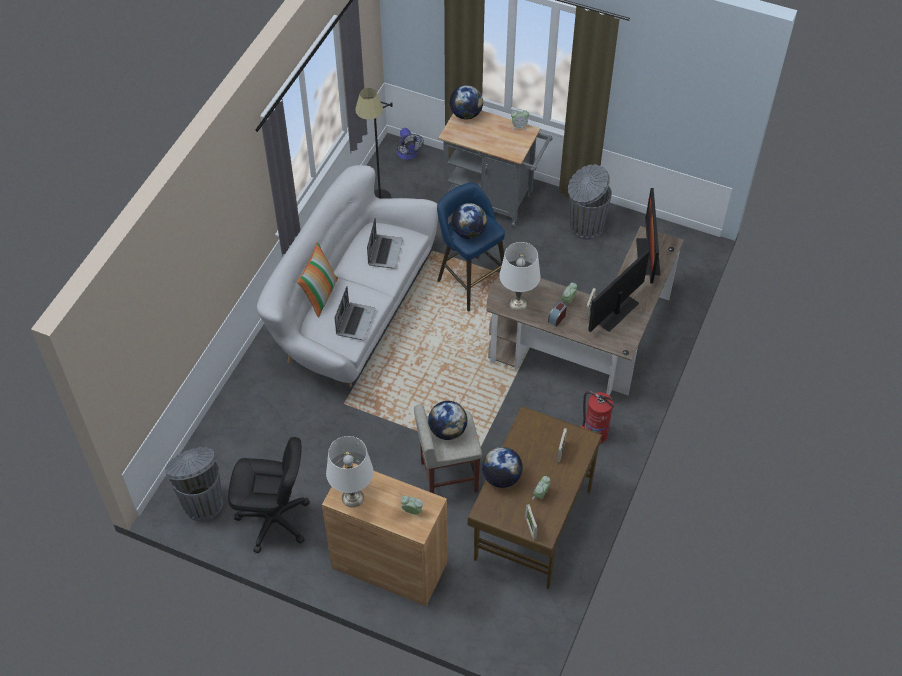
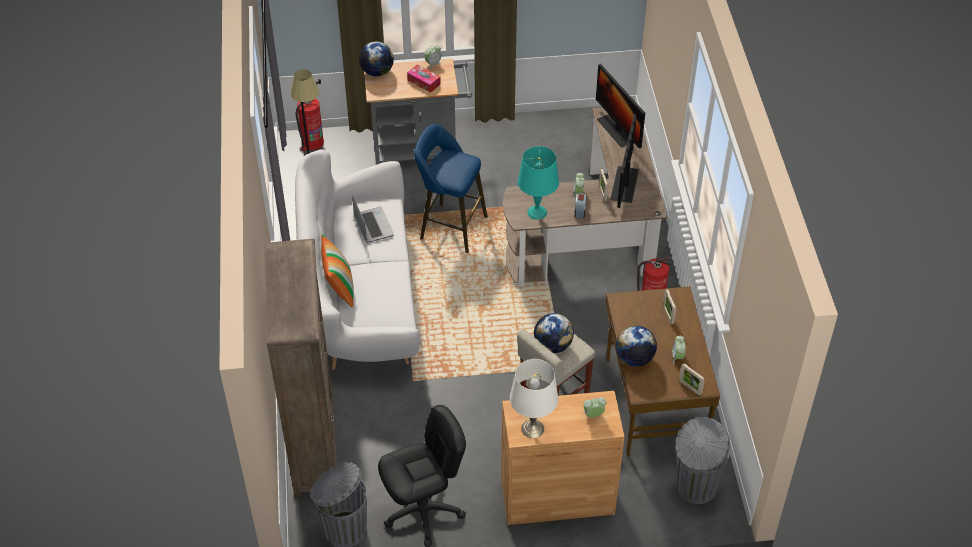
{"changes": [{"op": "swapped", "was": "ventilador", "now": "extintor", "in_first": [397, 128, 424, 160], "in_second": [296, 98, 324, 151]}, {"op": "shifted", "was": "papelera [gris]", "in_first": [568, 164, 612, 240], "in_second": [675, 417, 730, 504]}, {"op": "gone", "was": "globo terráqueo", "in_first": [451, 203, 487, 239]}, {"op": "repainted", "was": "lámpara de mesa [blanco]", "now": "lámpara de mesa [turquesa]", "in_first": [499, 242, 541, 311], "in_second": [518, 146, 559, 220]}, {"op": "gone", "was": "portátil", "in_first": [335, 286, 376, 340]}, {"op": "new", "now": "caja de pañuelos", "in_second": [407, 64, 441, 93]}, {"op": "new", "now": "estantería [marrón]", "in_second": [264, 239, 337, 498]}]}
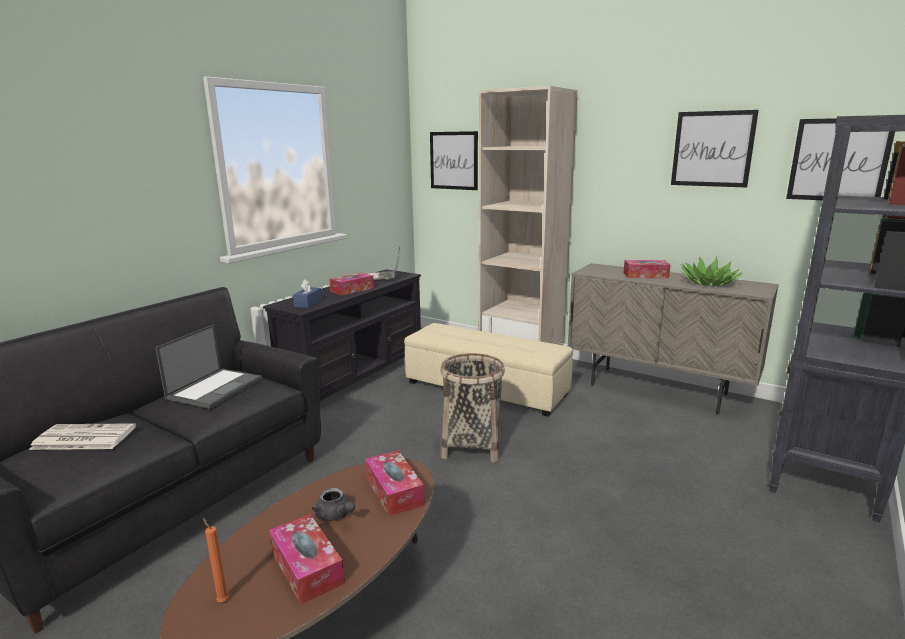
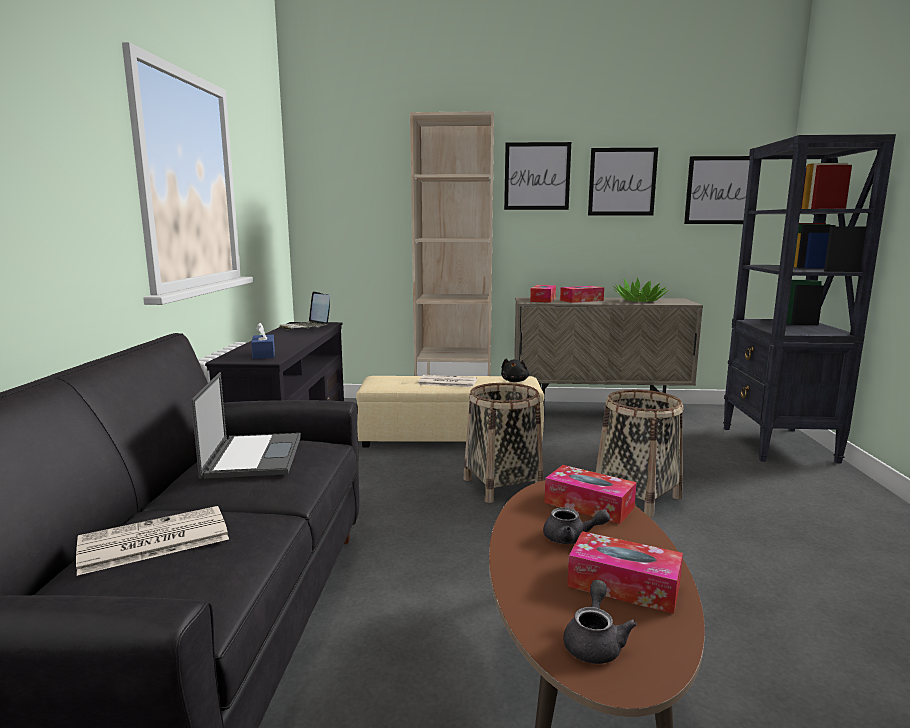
{"changes": [{"op": "shifted", "was": "cuadro", "in_first": [430, 131, 478, 190], "in_second": [504, 142, 571, 210]}, {"op": "shifted", "was": "caja de pañuelos", "in_first": [329, 272, 374, 296], "in_second": [530, 285, 556, 303]}, {"op": "swapped", "was": "vela [naranja]", "now": "tetera [gris]", "in_first": [202, 517, 229, 602], "in_second": [563, 580, 637, 664]}, {"op": "new", "now": "peluche [negro]", "in_second": [501, 359, 530, 382]}, {"op": "new", "now": "periódico", "in_second": [418, 375, 477, 387]}, {"op": "new", "now": "cesta", "in_second": [596, 390, 683, 518]}]}
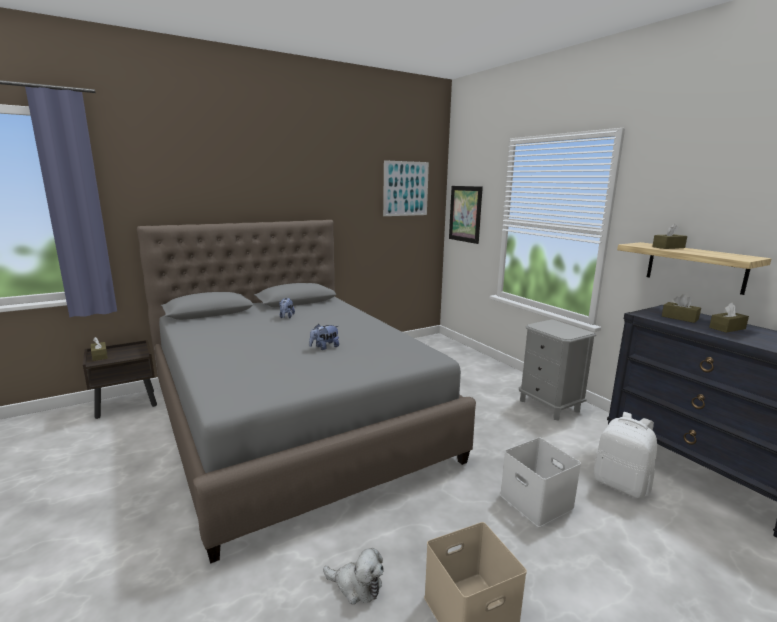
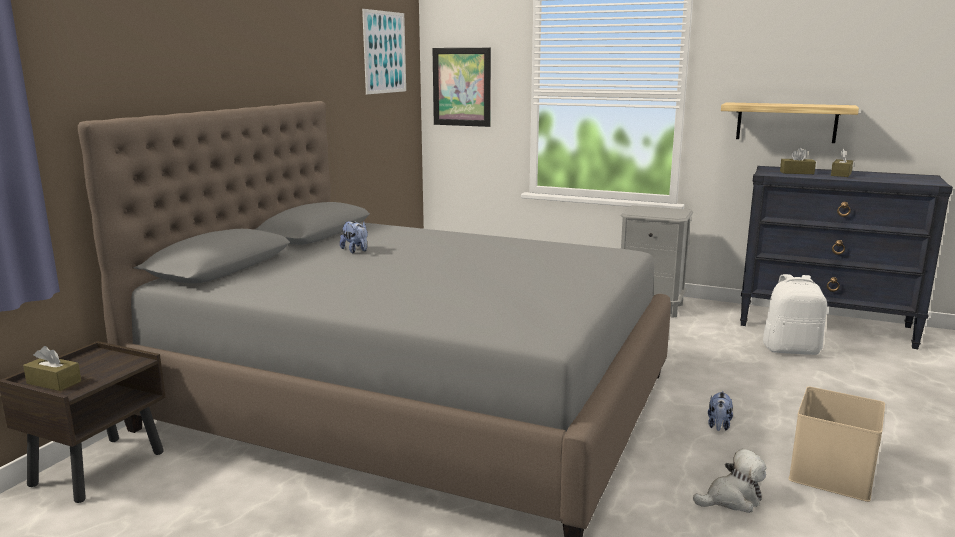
{"changes": [{"op": "gone", "was": "caja de pañuelos [marrón]", "in_first": [652, 224, 687, 249]}, {"op": "shifted", "was": "peluche", "in_first": [309, 324, 339, 350], "in_second": [708, 391, 733, 431]}, {"op": "gone", "was": "caja de almacenaje [blanco]", "in_first": [500, 438, 581, 527]}]}
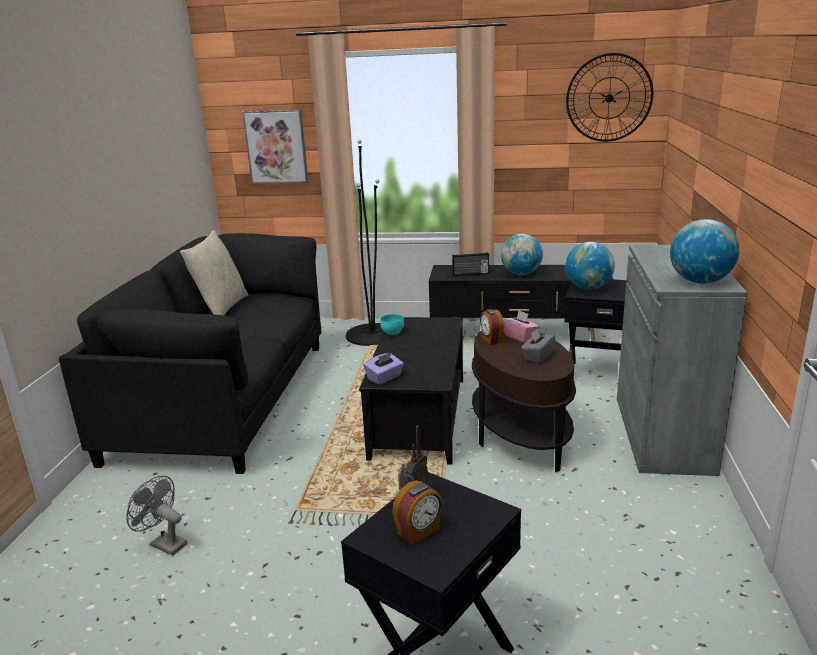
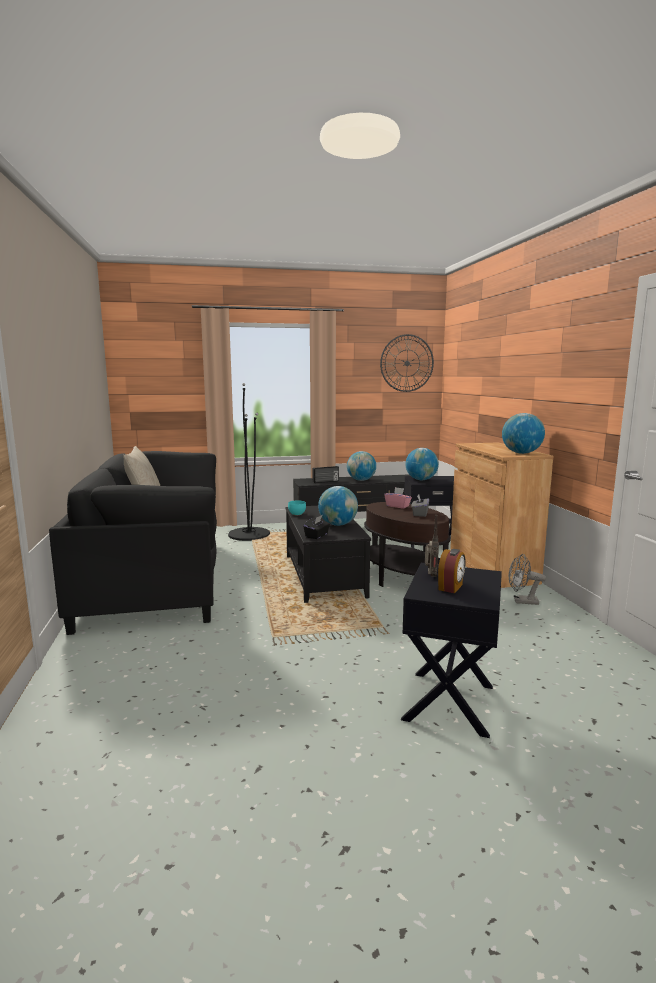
{"changes": [{"op": "gone", "was": "cuadro", "in_first": [242, 109, 308, 184]}, {"op": "repainted", "was": "armario [gris]", "now": "armario [marrón]", "in_first": [617, 245, 747, 476], "in_second": [450, 442, 553, 588]}, {"op": "gone", "was": "despertador", "in_first": [480, 309, 504, 345]}, {"op": "repainted", "was": "caja de pañuelos [morado]", "now": "caja de pañuelos [negro]", "in_first": [363, 352, 404, 385], "in_second": [303, 515, 330, 539]}, {"op": "shifted", "was": "ventilador [gris]", "in_first": [126, 475, 188, 556], "in_second": [509, 554, 546, 605]}, {"op": "new", "now": "globo terráqueo", "in_second": [318, 486, 358, 526]}]}
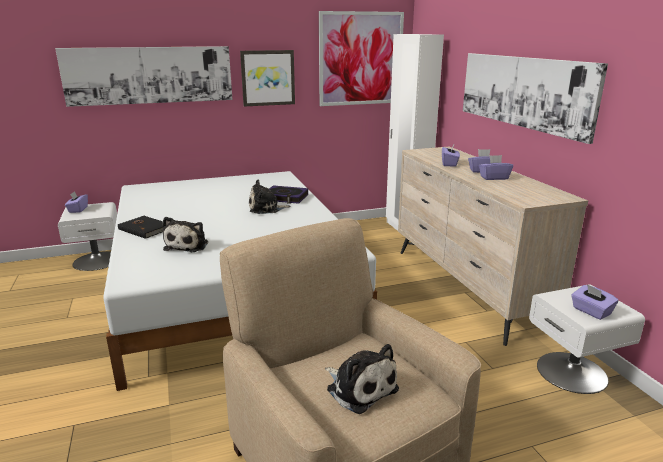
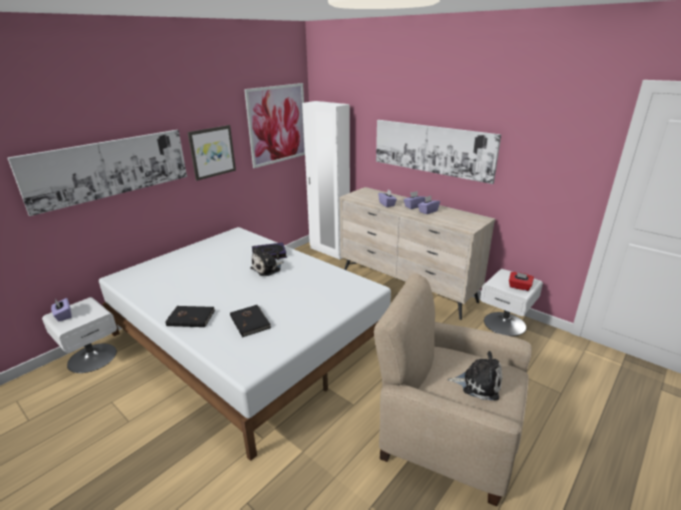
{"changes": [{"op": "swapped", "was": "peluche", "now": "libro [negro]", "in_first": [163, 217, 208, 252], "in_second": [230, 305, 271, 337]}, {"op": "repainted", "was": "caja de pañuelos [morado]", "now": "caja de pañuelos [rojo]", "in_first": [571, 284, 618, 320], "in_second": [509, 272, 534, 291]}]}
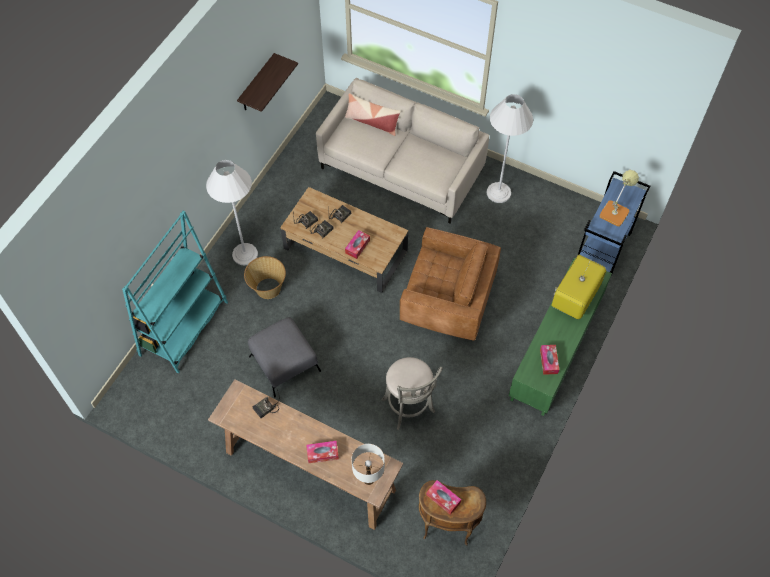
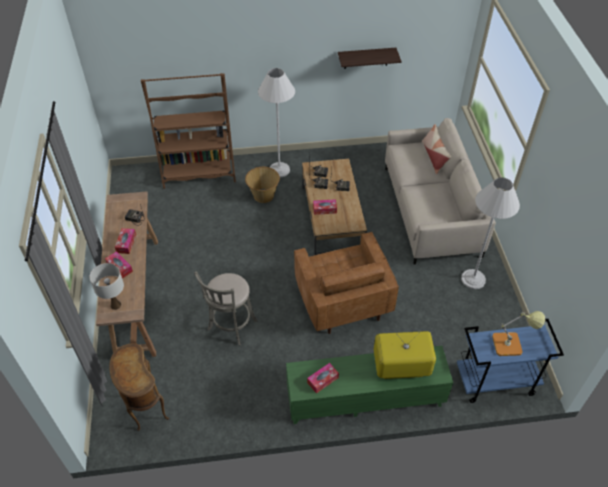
{"changes": [{"op": "repainted", "was": "estantería [turquesa]", "now": "estantería [marrón]", "in_first": [122, 211, 228, 373], "in_second": [141, 73, 236, 189]}, {"op": "gone", "was": "puf [gris]", "in_first": [248, 317, 321, 397]}, {"op": "shifted", "was": "caja de pañuelos", "in_first": [427, 480, 461, 515], "in_second": [115, 228, 136, 254]}]}
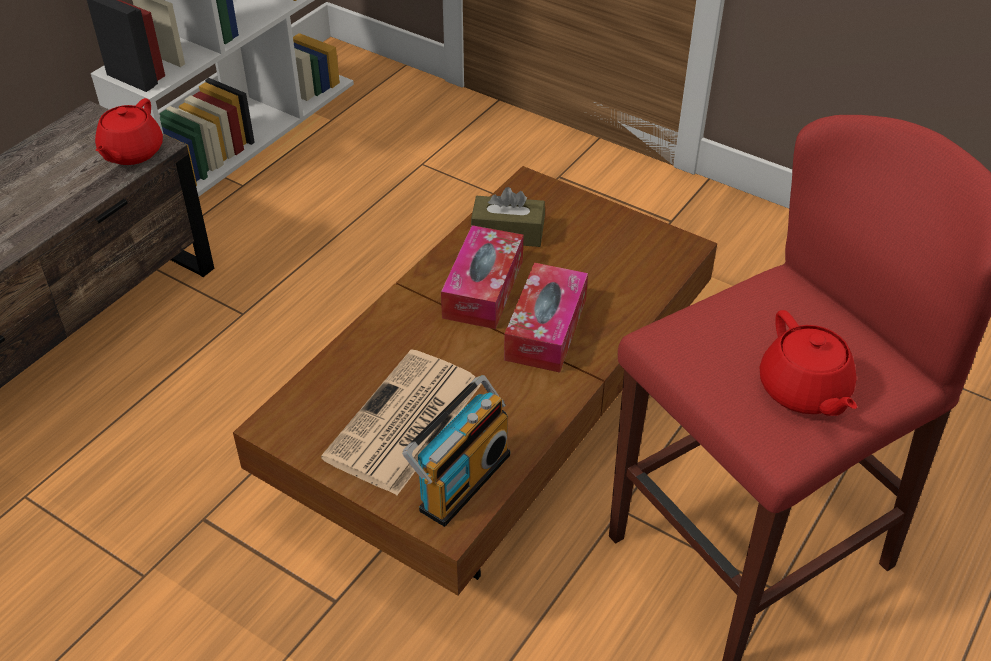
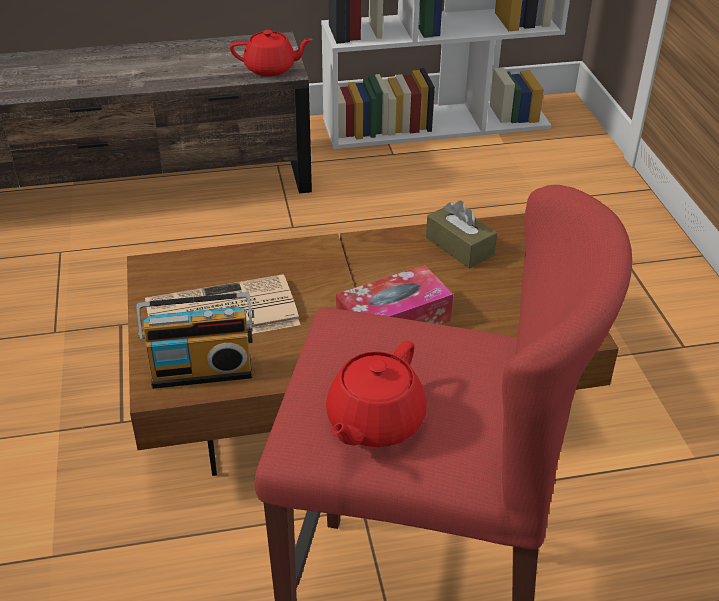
{"changes": [{"op": "rotated", "was": "tetera [rojo]", "in_first": [95, 98, 163, 165], "in_second": [230, 30, 313, 77], "clockwise": -150}, {"op": "gone", "was": "caja de pañuelos", "in_first": [441, 225, 524, 329]}]}
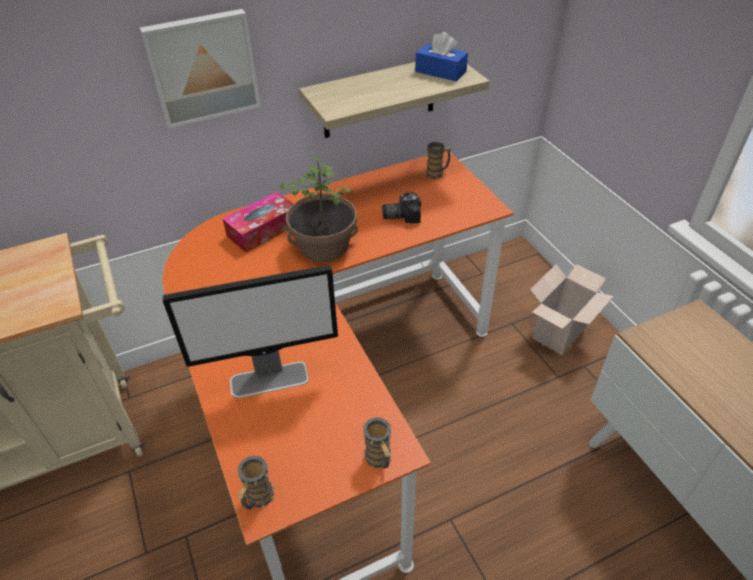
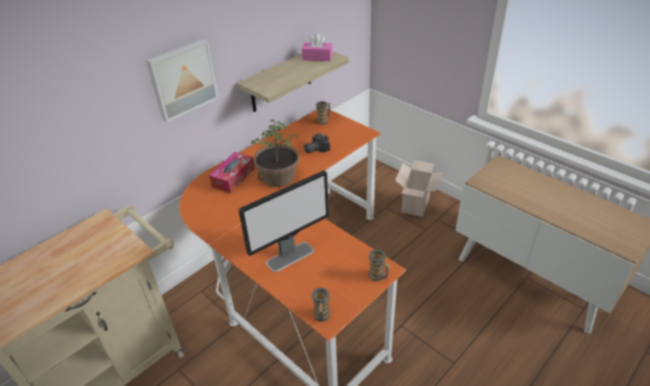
{"changes": [{"op": "repainted", "was": "caja de pañuelos [azul]", "now": "caja de pañuelos [rosa]", "in_first": [415, 32, 468, 81], "in_second": [302, 33, 333, 61]}]}
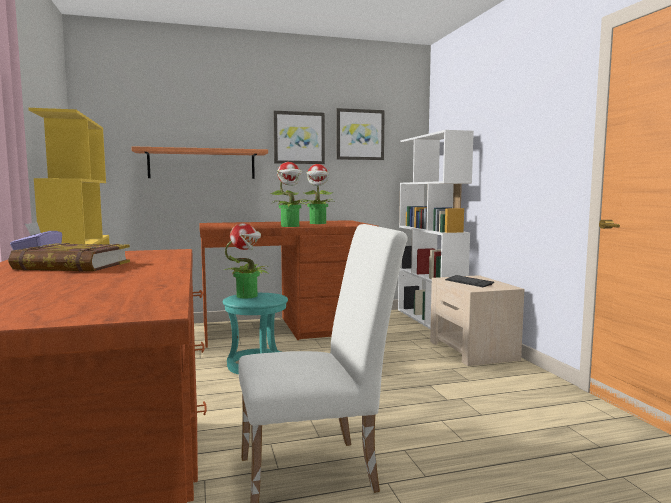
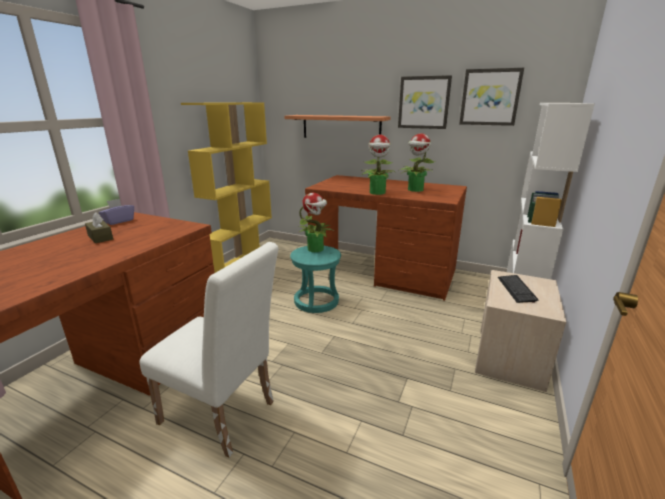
{"changes": [{"op": "swapped", "was": "libro", "now": "caja de pañuelos [marrón]", "in_first": [8, 243, 130, 272], "in_second": [85, 212, 113, 243]}]}
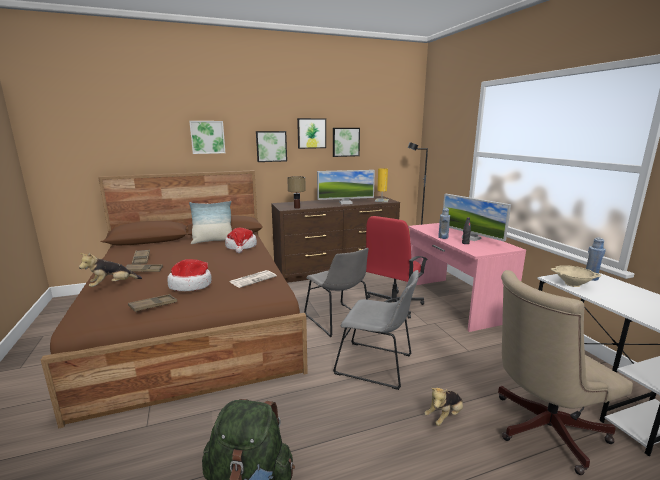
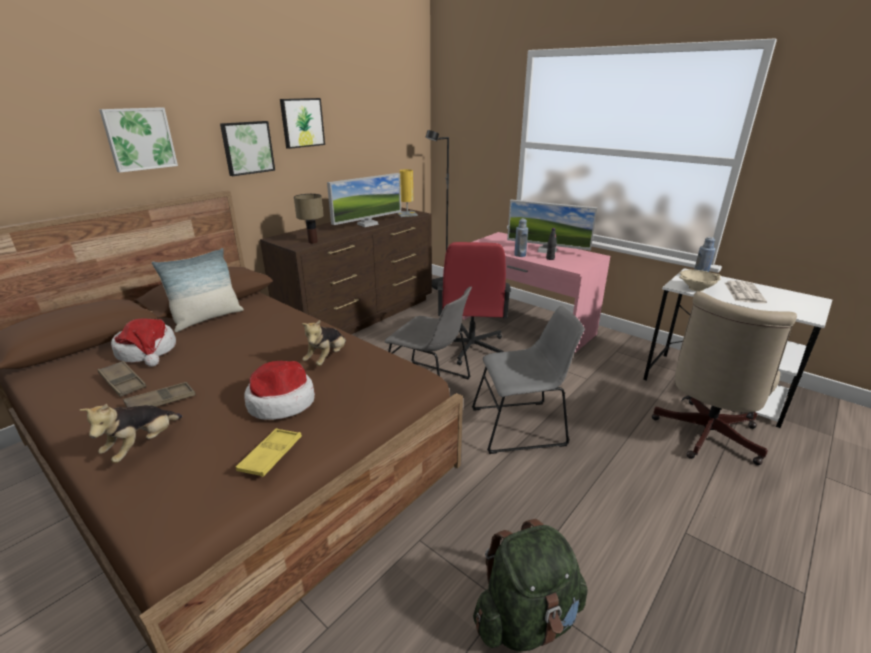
{"changes": [{"op": "gone", "was": "cuadro", "in_first": [333, 128, 360, 157]}, {"op": "shifted", "was": "sombrero", "in_first": [225, 228, 257, 253], "in_second": [111, 319, 176, 367]}, {"op": "shifted", "was": "periódico", "in_first": [230, 270, 277, 288], "in_second": [725, 280, 767, 304]}, {"op": "repainted", "was": "bandeja [marrón]", "now": "bandeja [amarillo]", "in_first": [128, 294, 177, 312], "in_second": [236, 428, 302, 477]}, {"op": "shifted", "was": "peluche", "in_first": [424, 388, 463, 426], "in_second": [302, 320, 346, 366]}]}
